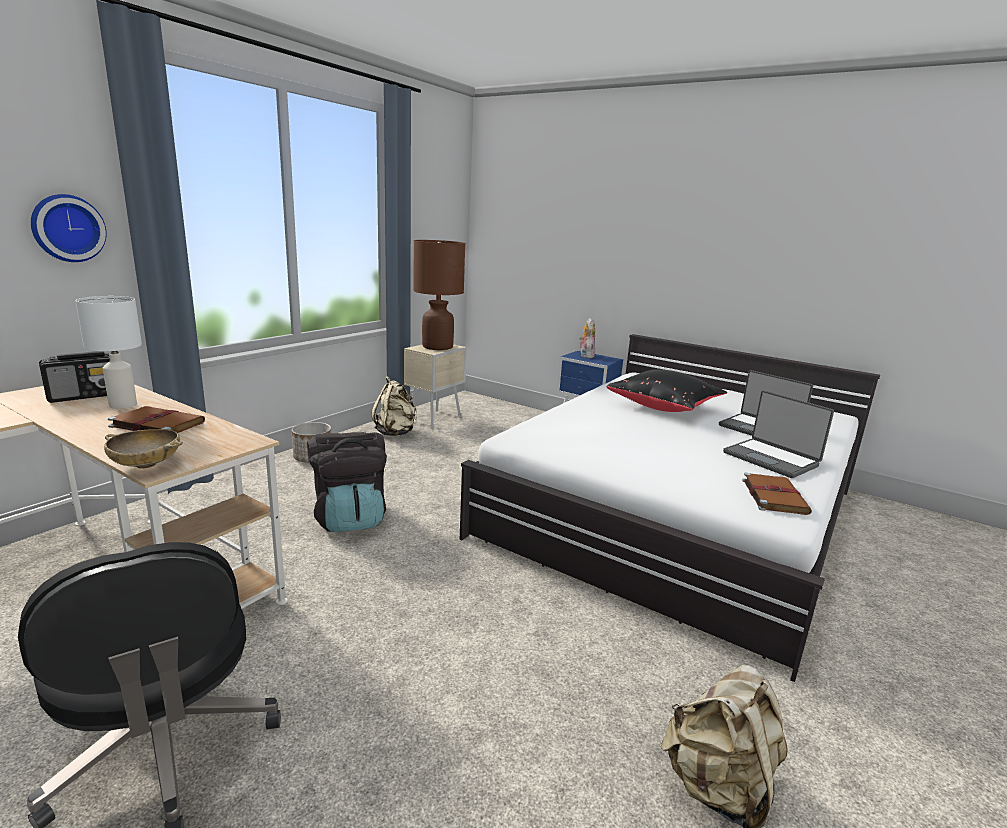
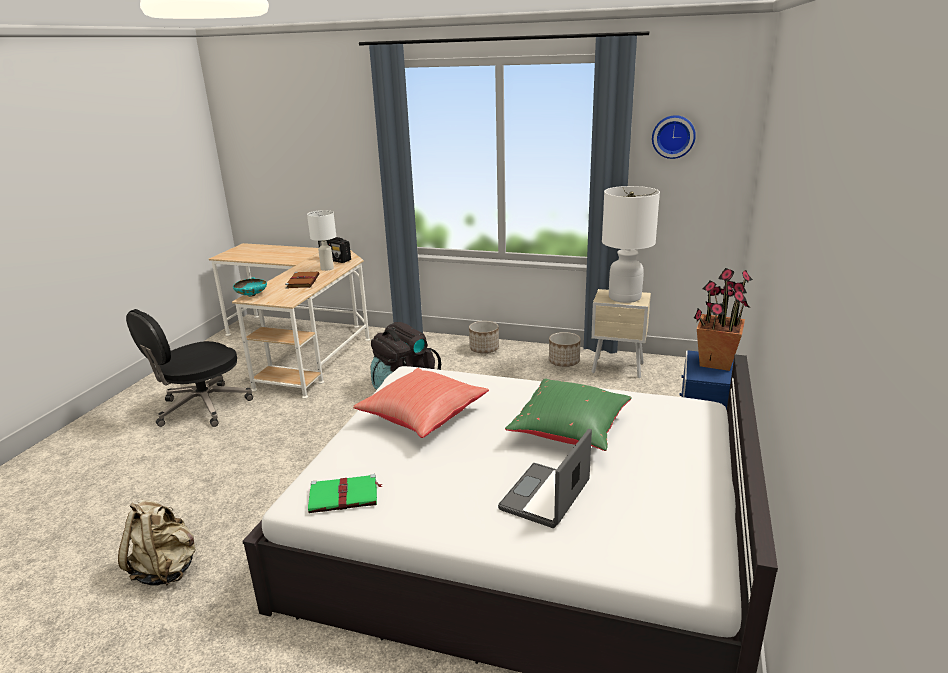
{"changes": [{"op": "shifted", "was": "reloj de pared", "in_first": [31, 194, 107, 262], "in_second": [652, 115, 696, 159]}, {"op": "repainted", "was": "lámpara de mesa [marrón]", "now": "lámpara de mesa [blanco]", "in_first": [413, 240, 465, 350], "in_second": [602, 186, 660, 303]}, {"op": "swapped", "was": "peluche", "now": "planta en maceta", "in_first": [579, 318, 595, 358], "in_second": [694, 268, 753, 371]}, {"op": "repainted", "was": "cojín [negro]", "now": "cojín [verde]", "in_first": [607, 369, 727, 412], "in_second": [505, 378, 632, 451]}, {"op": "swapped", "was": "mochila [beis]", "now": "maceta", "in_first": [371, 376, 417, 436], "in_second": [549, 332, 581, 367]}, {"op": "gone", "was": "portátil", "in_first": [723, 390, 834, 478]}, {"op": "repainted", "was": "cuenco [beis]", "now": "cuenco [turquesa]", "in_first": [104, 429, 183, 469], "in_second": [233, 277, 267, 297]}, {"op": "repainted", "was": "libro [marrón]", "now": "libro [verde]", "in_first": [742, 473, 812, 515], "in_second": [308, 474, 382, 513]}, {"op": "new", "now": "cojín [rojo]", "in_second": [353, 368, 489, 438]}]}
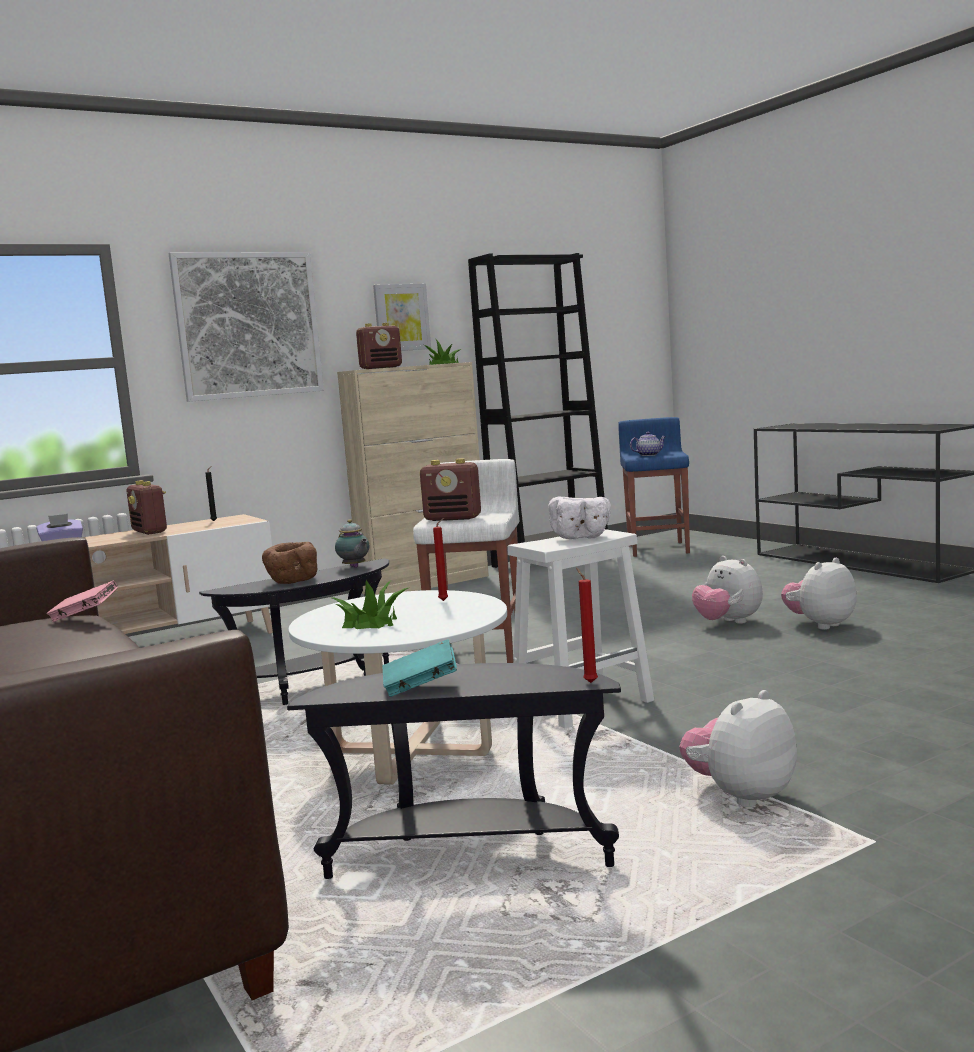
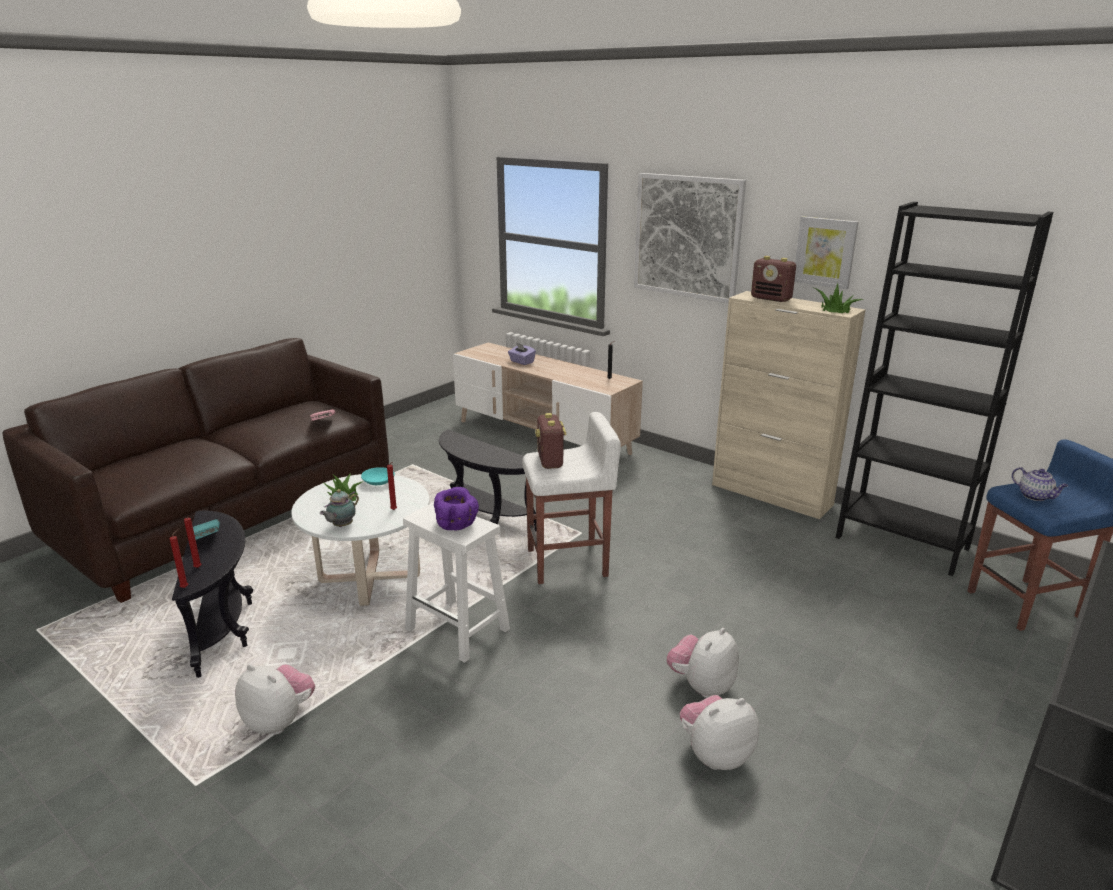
{"changes": [{"op": "gone", "was": "radio", "in_first": [127, 480, 167, 535]}, {"op": "repainted", "was": "cuenco [blanco]", "now": "cuenco [morado]", "in_first": [548, 497, 611, 539], "in_second": [434, 487, 479, 530]}, {"op": "shifted", "was": "tetera", "in_first": [335, 519, 369, 568], "in_second": [320, 489, 359, 527]}, {"op": "gone", "was": "cuenco [marrón]", "in_first": [262, 542, 318, 584]}, {"op": "rotated", "was": "peluche", "in_first": [781, 558, 857, 630], "in_second": [680, 695, 759, 770], "clockwise": -60}, {"op": "new", "now": "cuenco [turquesa]", "in_second": [361, 467, 395, 485]}, {"op": "new", "now": "vela [rojo]", "in_second": [184, 515, 202, 568]}]}
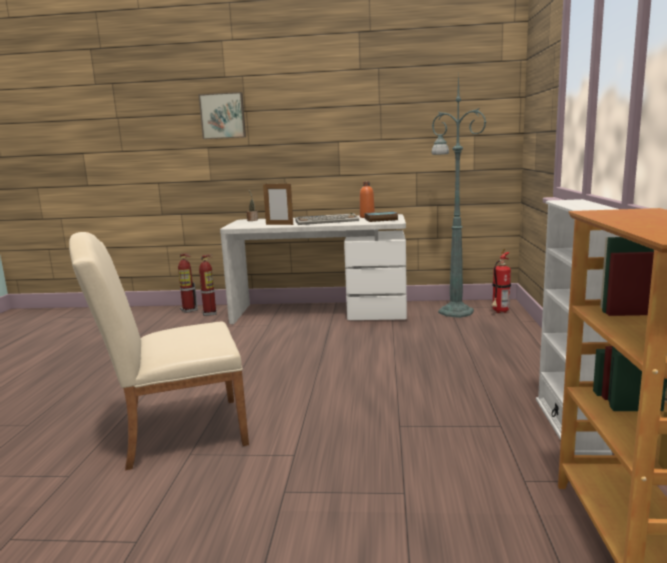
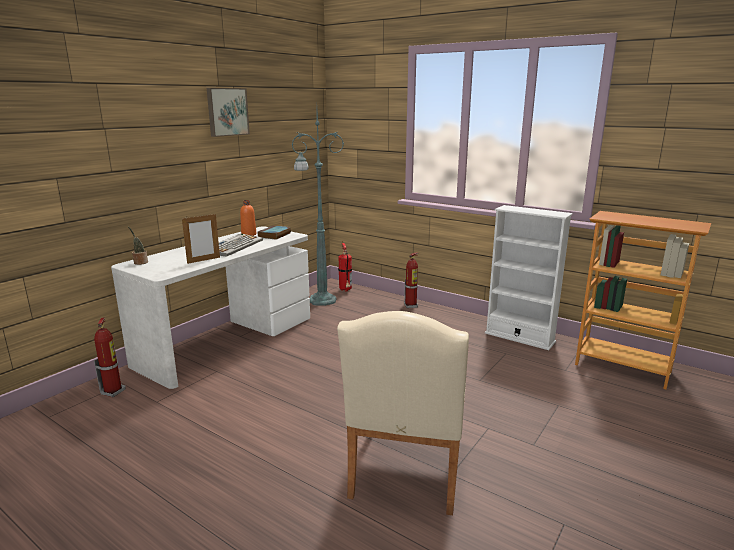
{"changes": [{"op": "shifted", "was": "cuadro", "in_first": [198, 92, 246, 139], "in_second": [207, 88, 250, 137]}, {"op": "shifted", "was": "extintor", "in_first": [178, 254, 198, 313], "in_second": [404, 252, 419, 308]}]}
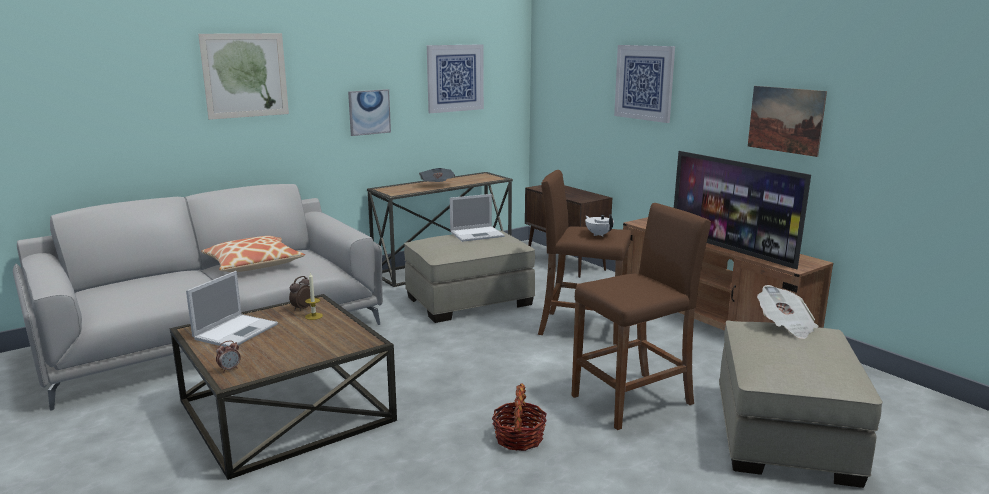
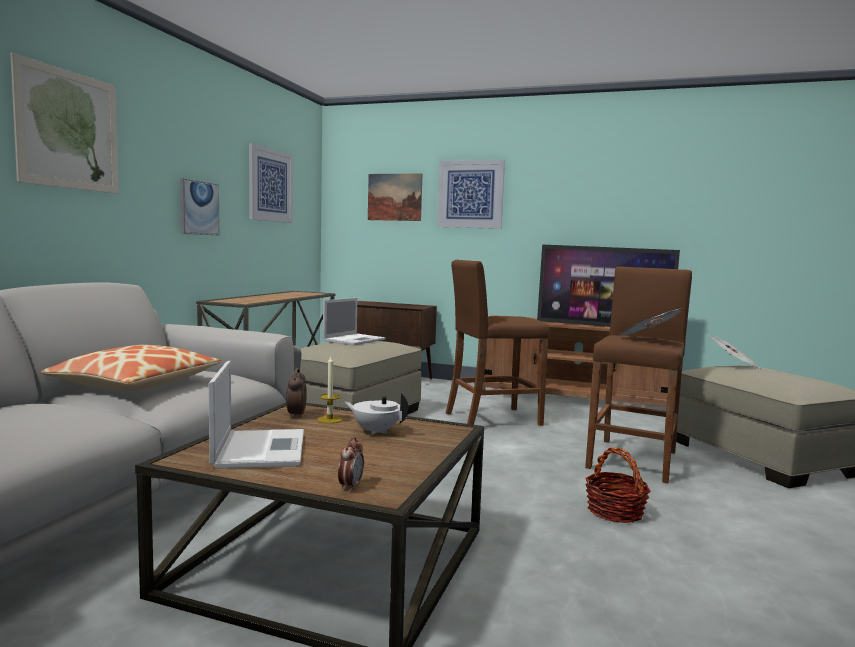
{"changes": [{"op": "shifted", "was": "cuadro", "in_first": [748, 86, 827, 157], "in_second": [368, 173, 422, 221]}, {"op": "shifted", "was": "periódico", "in_first": [419, 168, 455, 182], "in_second": [619, 309, 681, 335]}, {"op": "shifted", "was": "tetera [blanco]", "in_first": [585, 214, 614, 237], "in_second": [345, 393, 409, 435]}]}
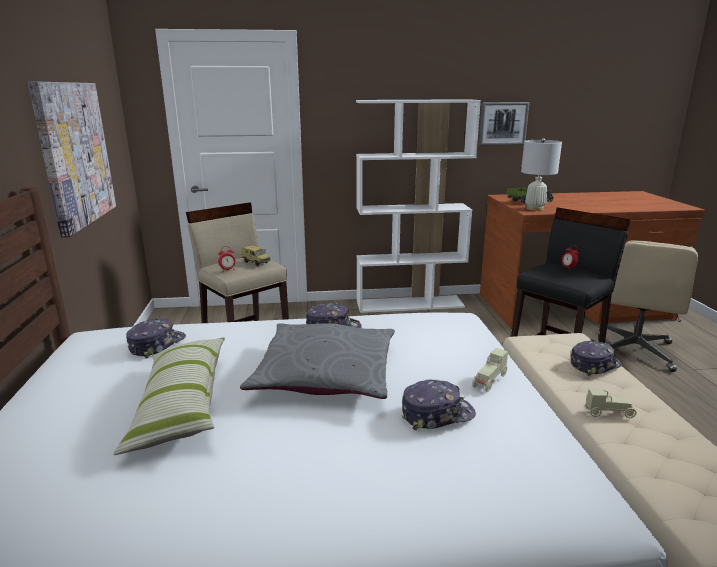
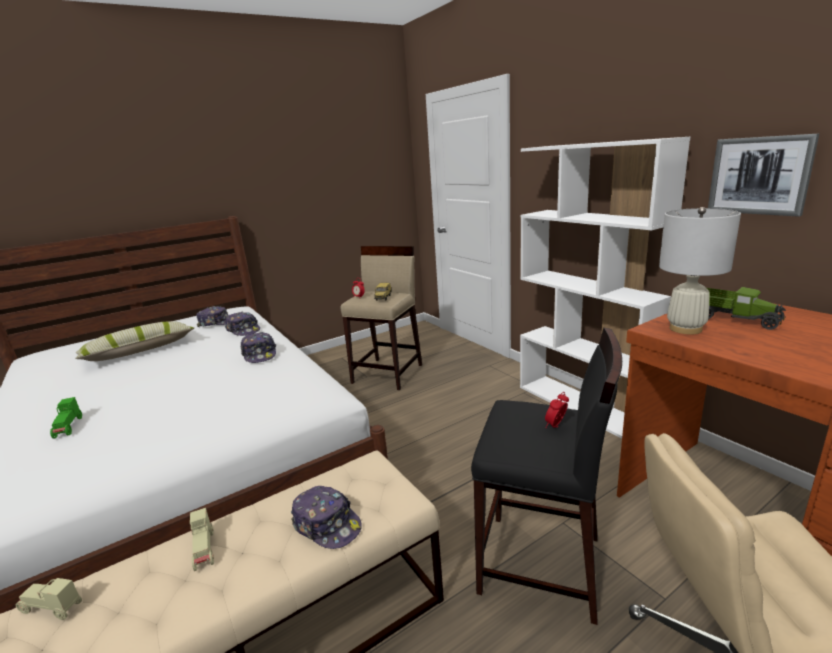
{"changes": [{"op": "gone", "was": "cuadro", "in_first": [28, 82, 116, 237]}, {"op": "gone", "was": "cojín [gris]", "in_first": [240, 323, 395, 399]}, {"op": "shifted", "was": "coche de juguete [beis]", "in_first": [472, 348, 508, 392], "in_second": [16, 578, 82, 620]}, {"op": "shifted", "was": "gorra", "in_first": [402, 380, 476, 430], "in_second": [225, 312, 260, 336]}, {"op": "new", "now": "coche de juguete [verde]", "in_second": [50, 397, 82, 439]}]}
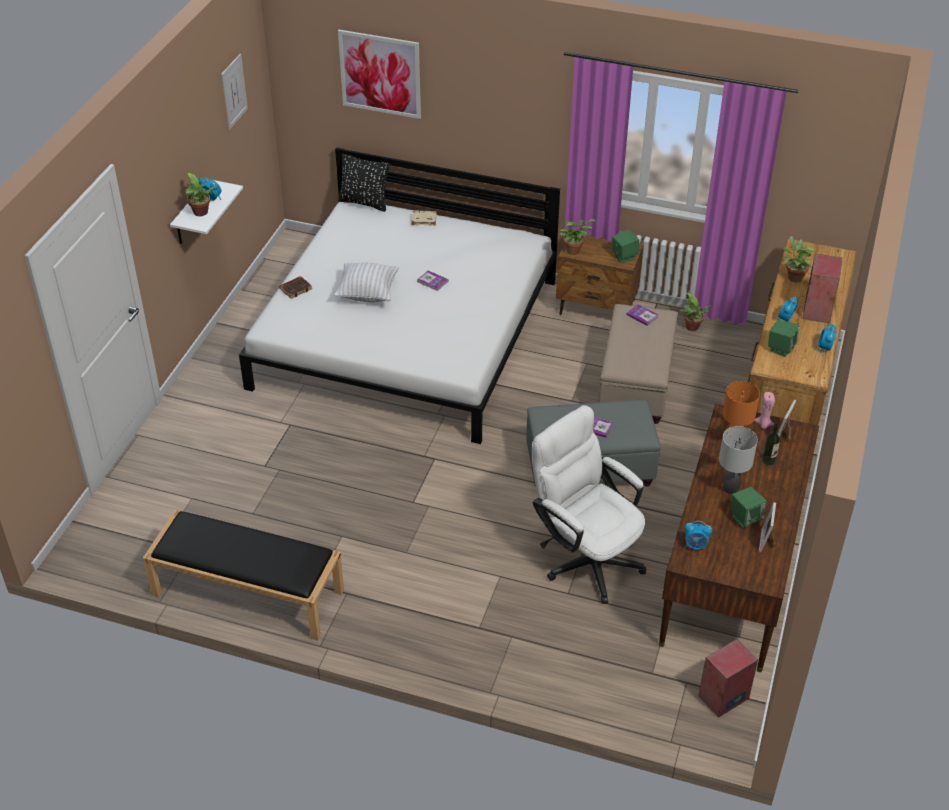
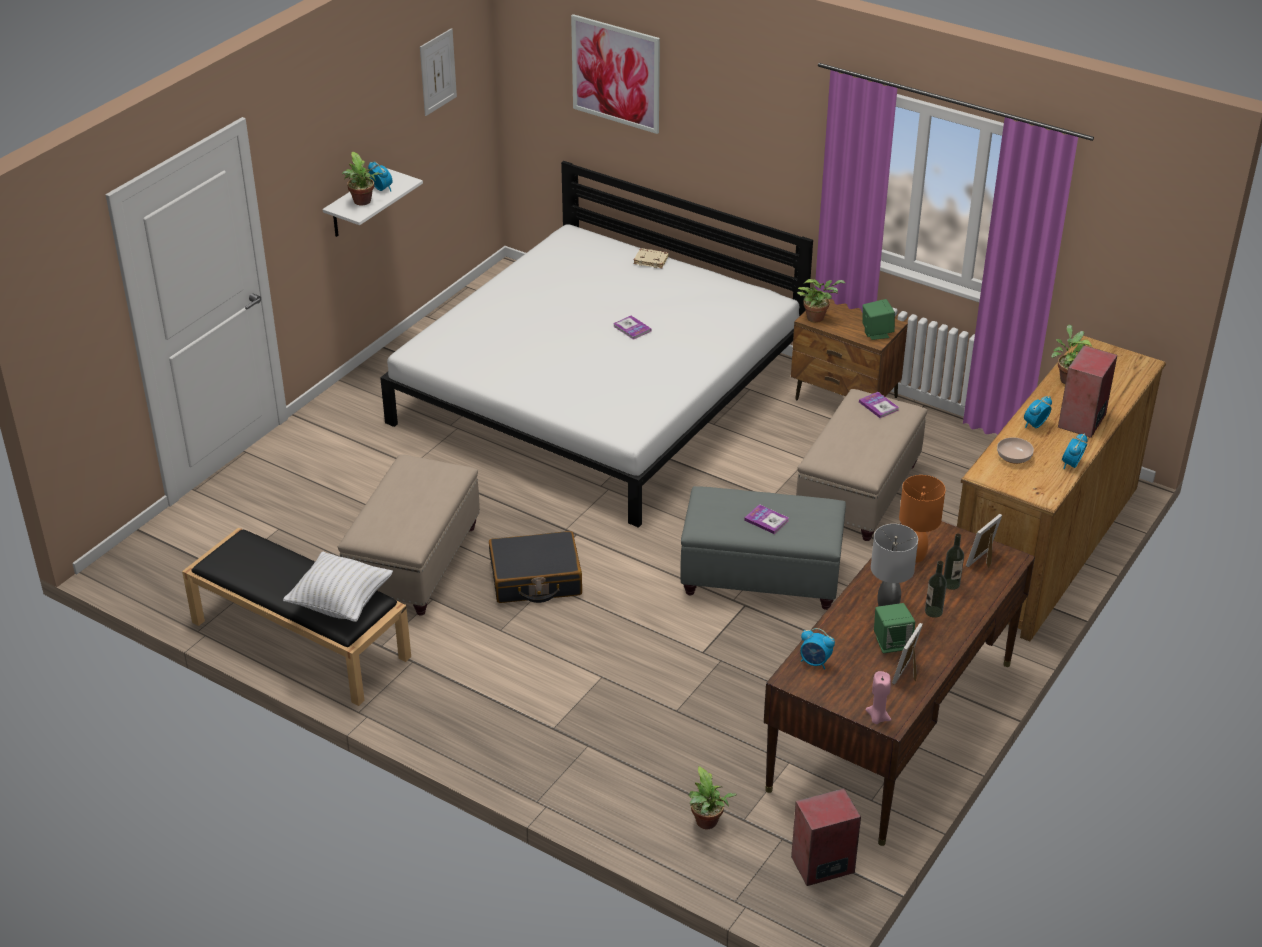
{"changes": [{"op": "gone", "was": "cojín [negro]", "in_first": [338, 154, 390, 212]}, {"op": "shifted", "was": "cojín [blanco]", "in_first": [334, 262, 398, 302], "in_second": [283, 551, 393, 622]}, {"op": "gone", "was": "libro [marrón]", "in_first": [279, 276, 312, 299]}, {"op": "shifted", "was": "planta en maceta", "in_first": [683, 293, 711, 331], "in_second": [688, 766, 737, 829]}, {"op": "swapped", "was": "altavoz [verde]", "now": "cuenco", "in_first": [768, 320, 799, 357], "in_second": [997, 437, 1034, 464]}, {"op": "shifted", "was": "vela [rosa]", "in_first": [754, 392, 775, 429], "in_second": [866, 671, 891, 724]}, {"op": "gone", "was": "silla de oficina [blanco]", "in_first": [532, 405, 646, 604]}, {"op": "new", "now": "puf [beis]", "in_second": [338, 454, 480, 616]}, {"op": "new", "now": "maleta [negro]", "in_second": [489, 531, 582, 603]}, {"op": "new", "now": "botella", "in_second": [925, 561, 947, 618]}]}
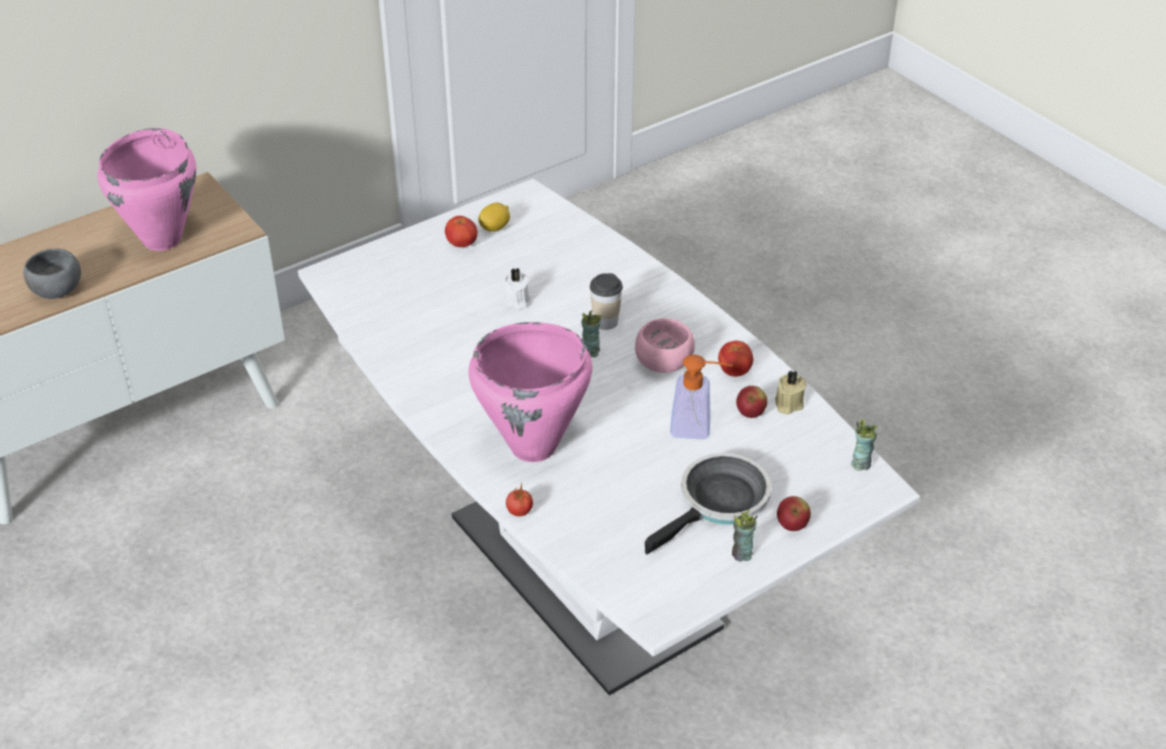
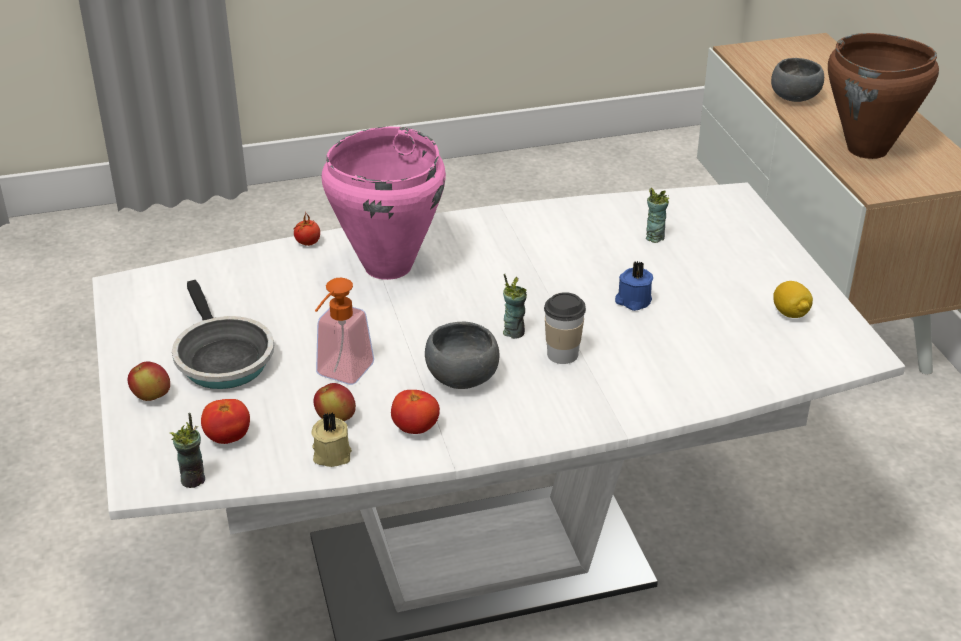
{"changes": [{"op": "repainted", "was": "olla [rosa]", "now": "olla [marrón]", "in_first": [97, 128, 196, 251], "in_second": [828, 33, 939, 159]}, {"op": "shifted", "was": "tomate", "in_first": [445, 216, 478, 247], "in_second": [201, 399, 250, 444]}, {"op": "repainted", "was": "vela [blanco]", "now": "vela [azul]", "in_first": [502, 268, 531, 310], "in_second": [615, 261, 653, 311]}, {"op": "repainted", "was": "cuenco [rosa]", "now": "cuenco [gris]", "in_first": [635, 318, 695, 373], "in_second": [425, 322, 500, 389]}, {"op": "shifted", "was": "taza", "in_first": [732, 510, 758, 562], "in_second": [646, 187, 669, 243]}]}
